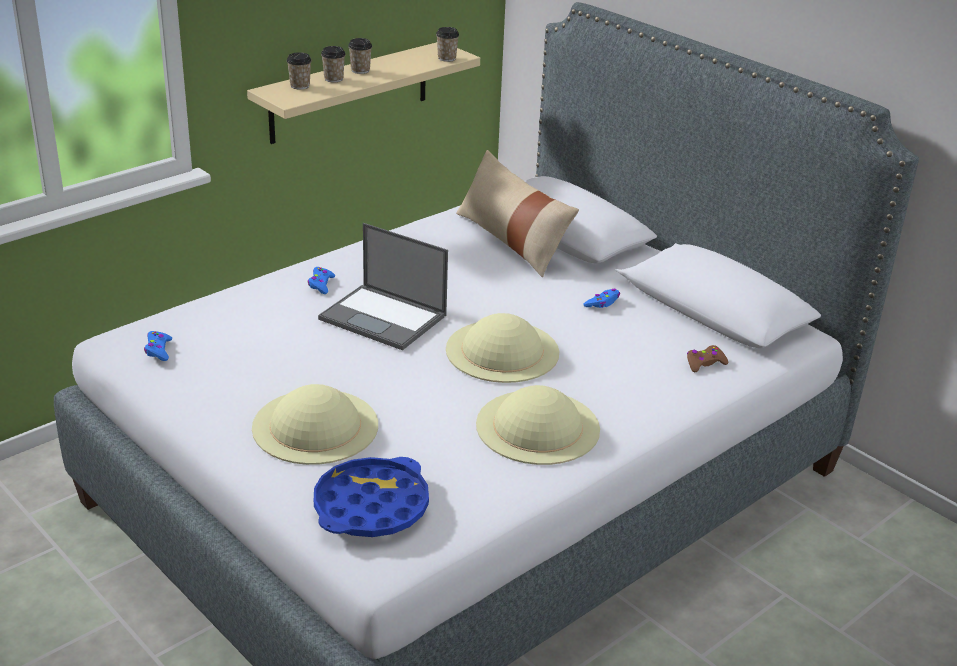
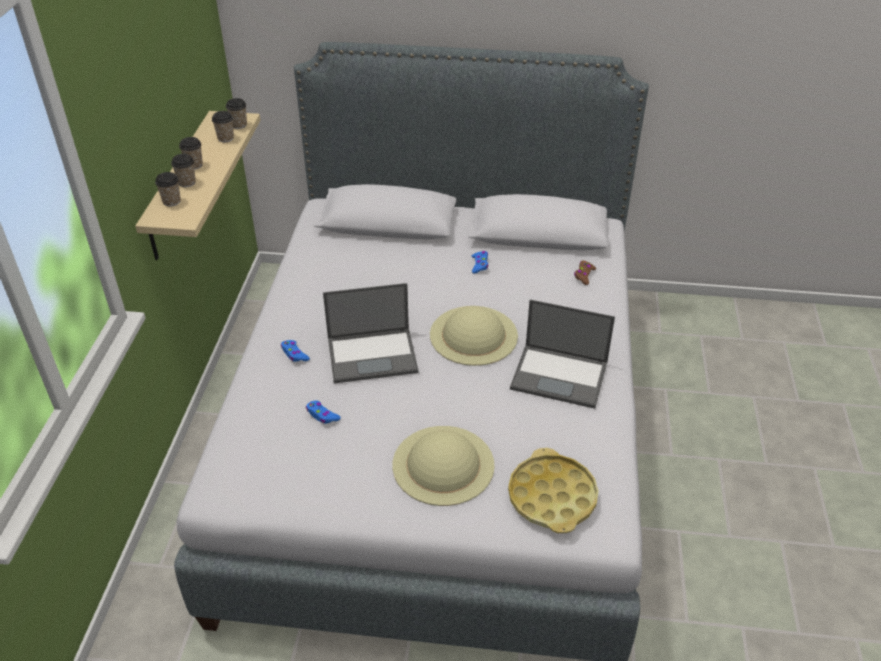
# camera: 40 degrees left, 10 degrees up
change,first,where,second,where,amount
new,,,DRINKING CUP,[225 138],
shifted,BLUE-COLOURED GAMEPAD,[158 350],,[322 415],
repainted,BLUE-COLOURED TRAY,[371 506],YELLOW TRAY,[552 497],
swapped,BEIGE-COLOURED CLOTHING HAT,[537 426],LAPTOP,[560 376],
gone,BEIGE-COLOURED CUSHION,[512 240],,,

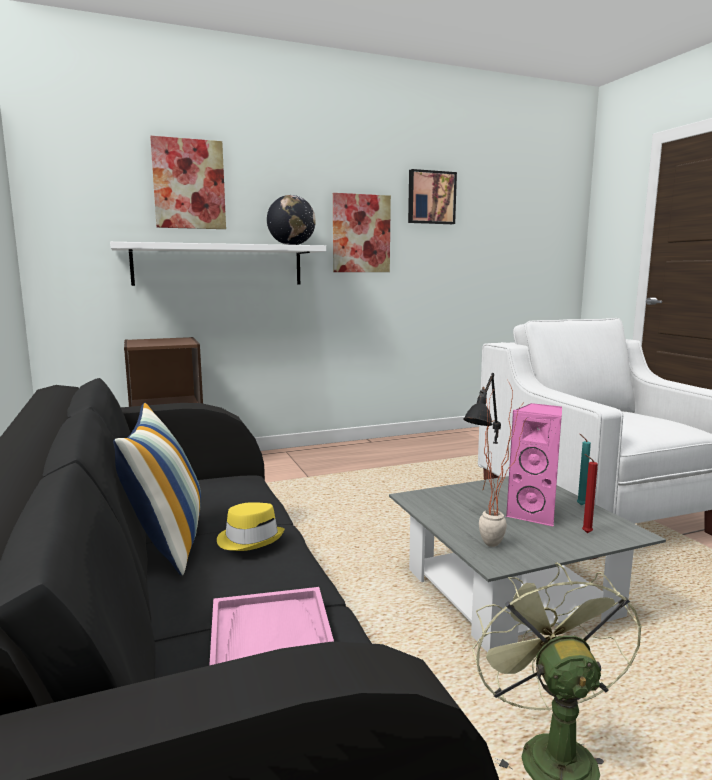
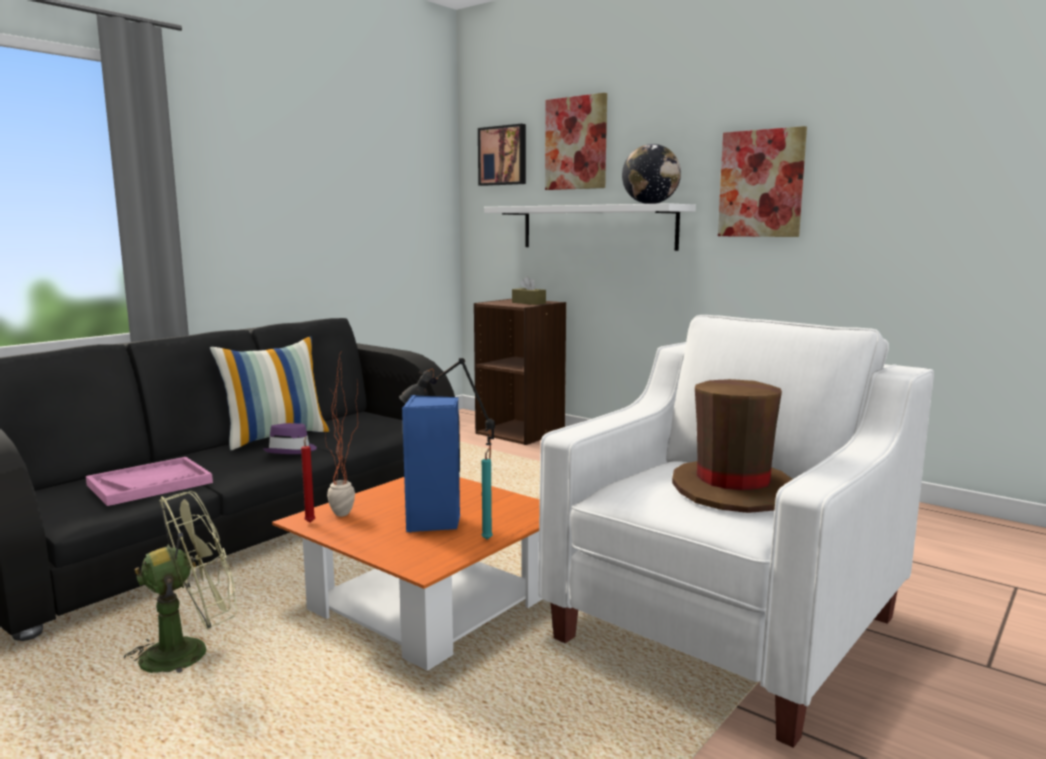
# camera: 60 degrees right, 0 degrees up
change,first,where,second,where,amount
repainted,YELLOW CLOTHING HAT,[250 539],PURPLE CLOTHING HAT,[291 450],
repainted,GRAY LOW TABLE,[509 593],ORANGE-COLOURED LOW TABLE,[429 604],
shifted,REDDISH WAX LIGHT,[585 532],,[310 522],
repainted,PINK LOUDSPEAKER,[534 514],BLUE-COLOURED LOUDSPEAKER,[433 522],
shifted,WALL PICTURE,[431 197],,[503 155],
new,,,BROWN-COLOURED TISSUE HOLDER,[528 303],
new,,,BROWN-COLOURED CLOTHING HAT,[733 489],

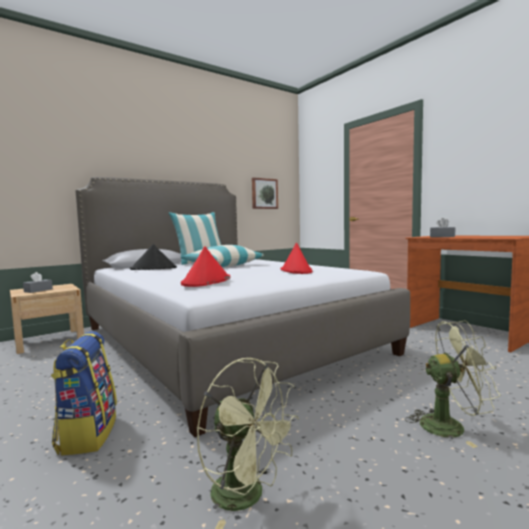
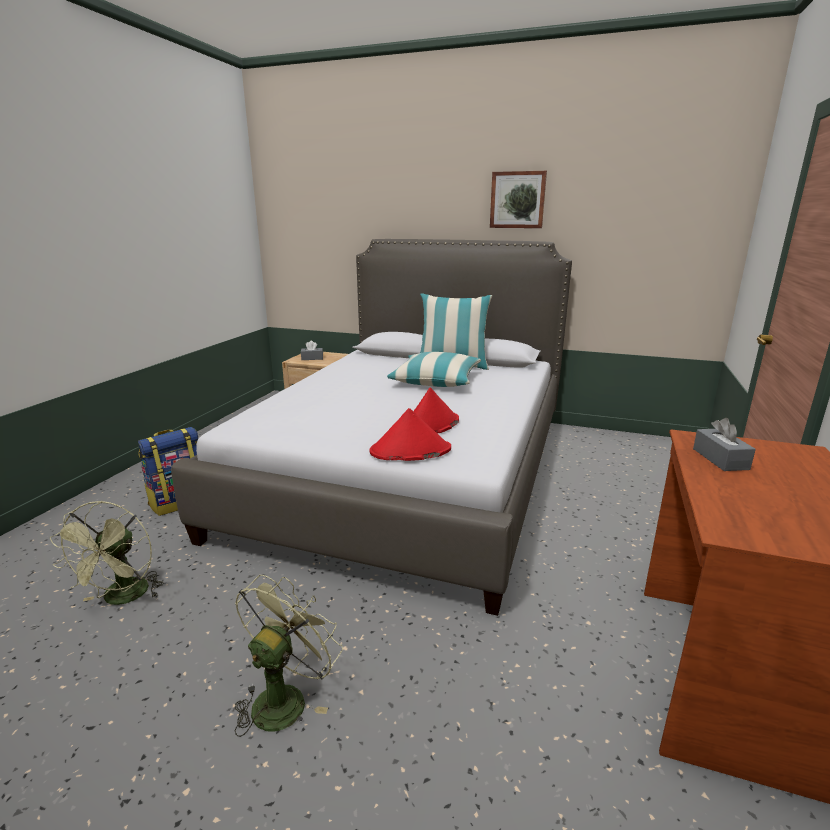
# camera: 55 degrees right, 15 degrees up
change,first,where,second,where,amount
rotated,GREEN-COLOURED FAN,[450 426],,[285 697],120 degrees counterclockwise
shifted,REDDISH CLOTHING HAT,[206 281],,[410 451],
shifted,WALL PICTURE,[264 193],,[517 200],
gone,BLACKISH CLOTHING HAT,[153 269],,,

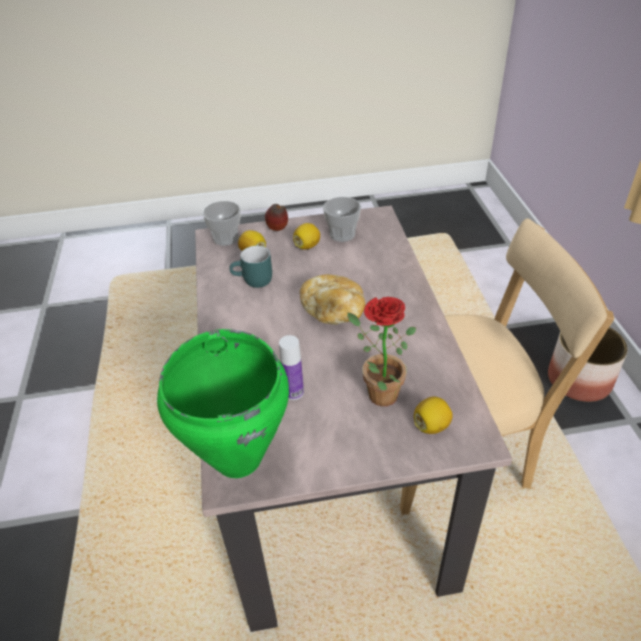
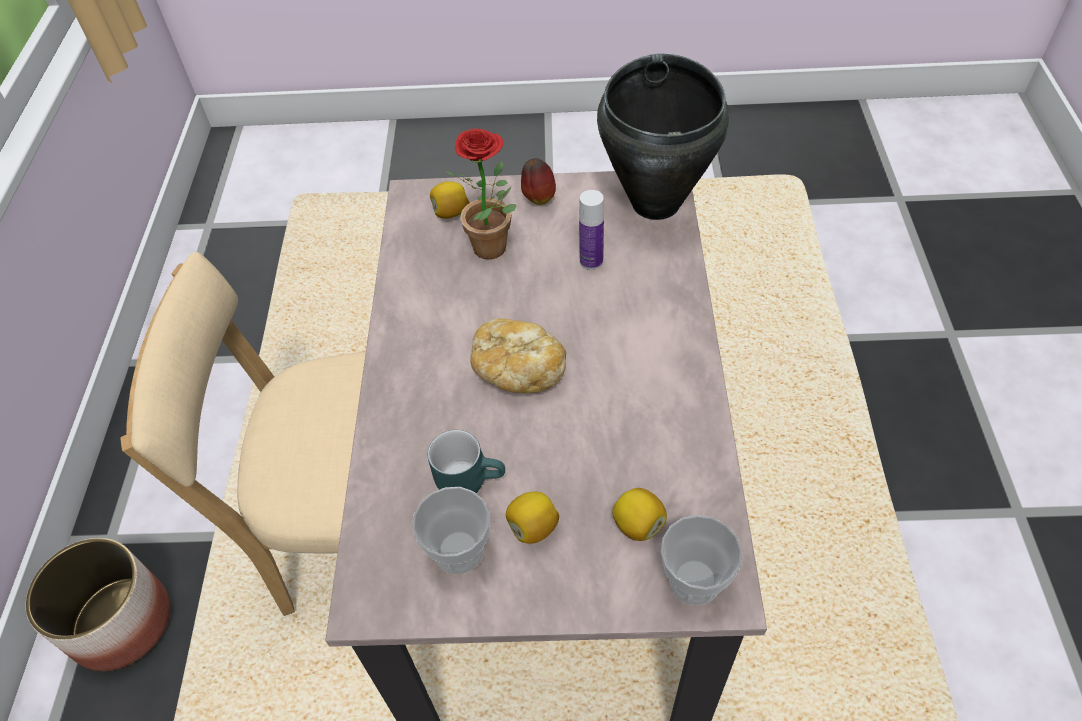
# camera: 170 degrees left, 10 degrees up
change,first,where,second,where,amount
shifted,BLUE-GREEN COFFEE MUG,[253 281],,[469 478],
shifted,WHOLE APPLE,[278 230],,[538 198],
repainted,GREEN-COLOURED COOKING POT,[237 459],BLACKISH COOKING POT,[656 202],

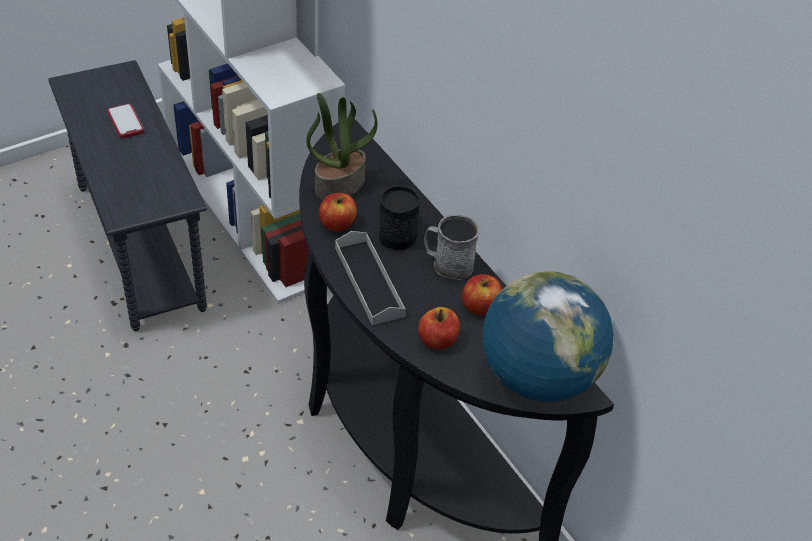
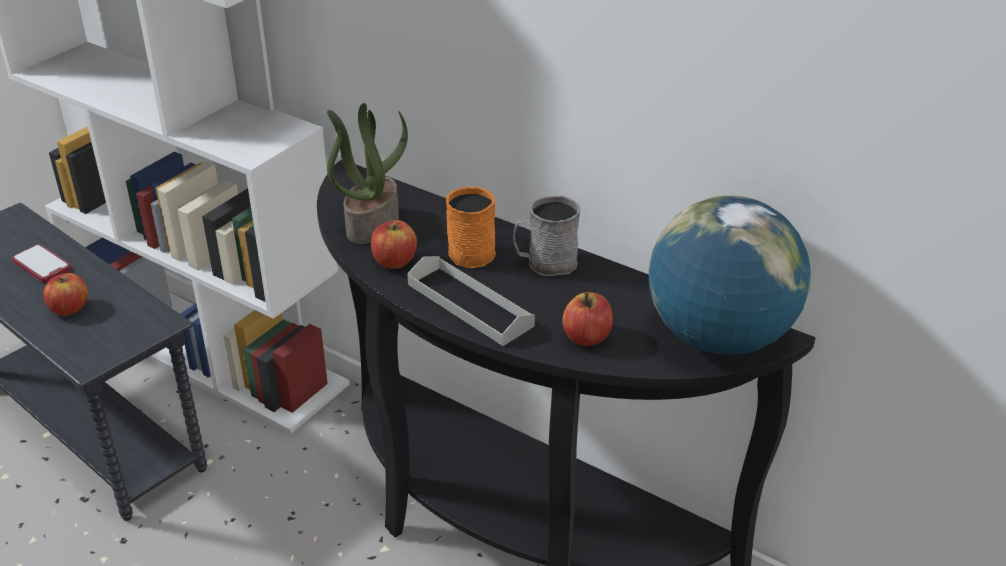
# camera: 20 degrees left, 10 degrees down
change,first,where,second,where,amount
shifted,WHOLE APPLE,[479 306],,[69 308],
repainted,BLACKISH COFFEE MUG,[398 232],ORANGE-COLOURED COFFEE MUG,[469 250],

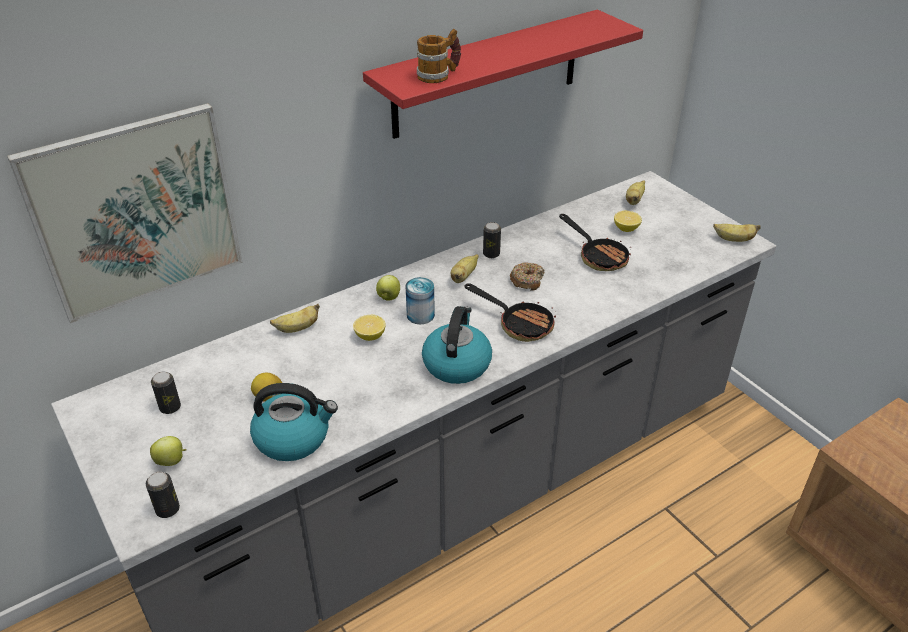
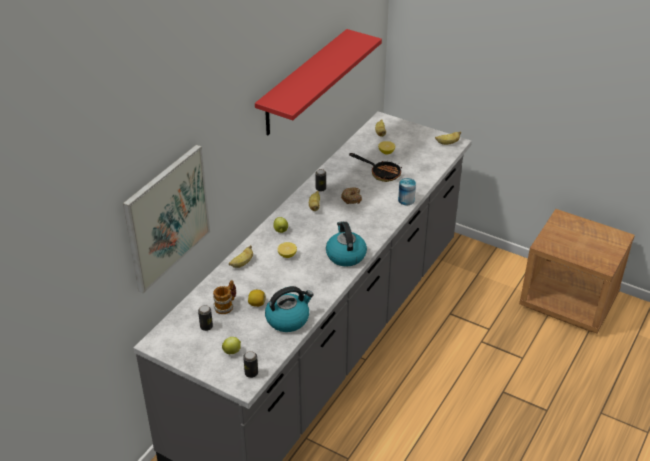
# camera: 25 degrees left, 0 degrees up
change,first,where,second,where,amount
shifted,COFFEE MUG,[439 75],,[226 305],
shifted,SEALED CAN,[420 315],,[406 200],
gone,SKILLET,[519 324],,,

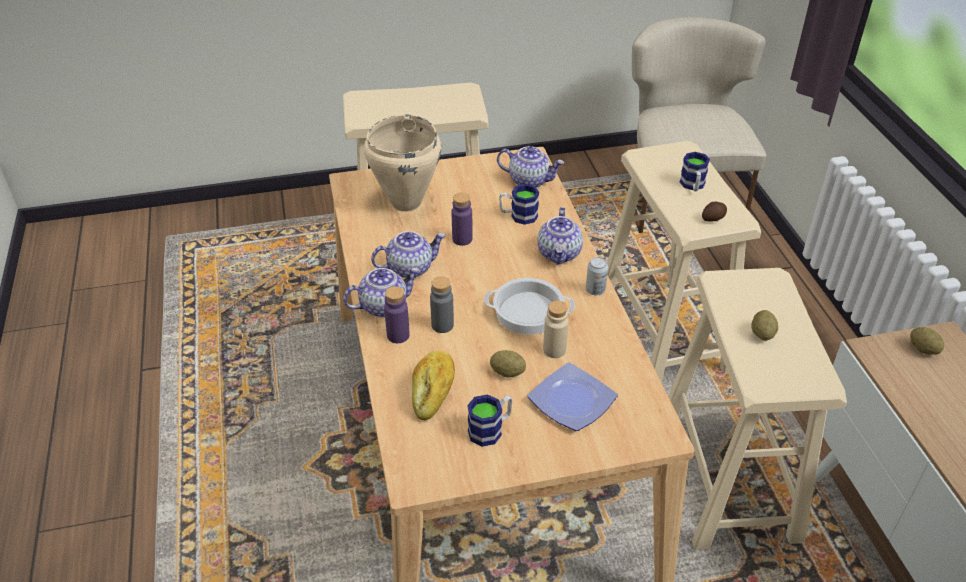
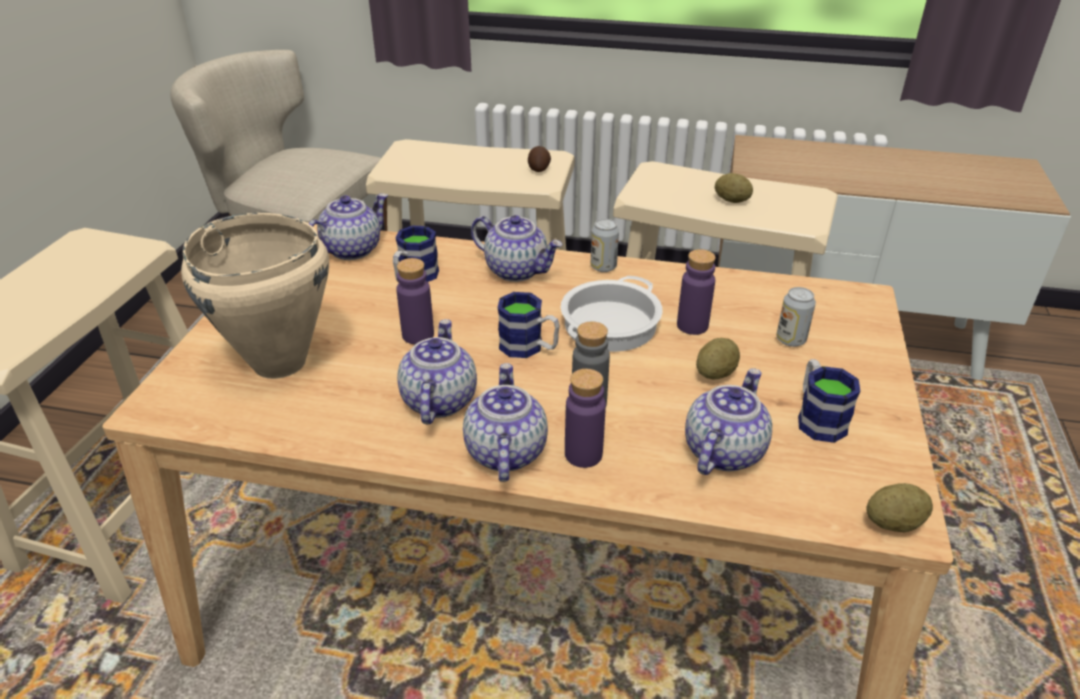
# camera: 65 degrees left, 5 degrees down
change,first,where,second,where,amount
shifted,COFFEE MUG,[693 186],,[529 348],
repainted,BEIGE-COLOURED BEVERAGE BOTTLE,[554 350],PURPLE BEVERAGE BOTTLE,[692 325],
swapped,BAKERY BREAD,[433 391],POT FOR TEA,[722 451],
swapped,DINNER PLATE,[572 402],SEALED CAN,[790 340],
shifted,WHOLE POTATO,[923 349],,[893 523],

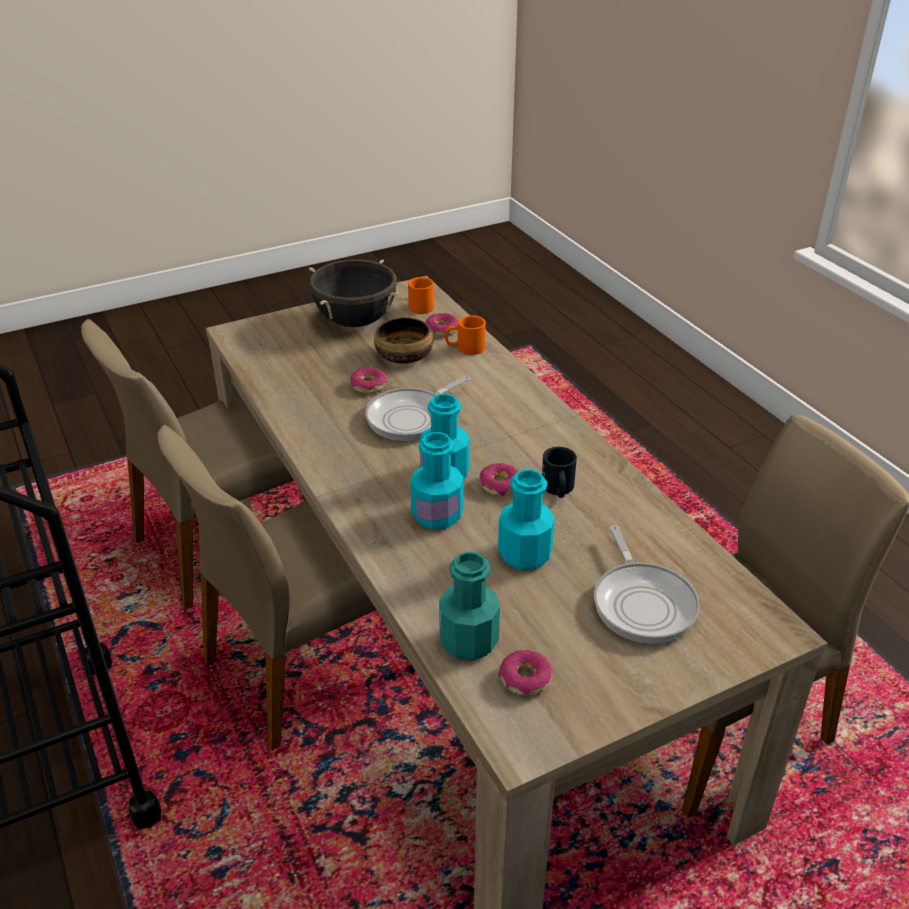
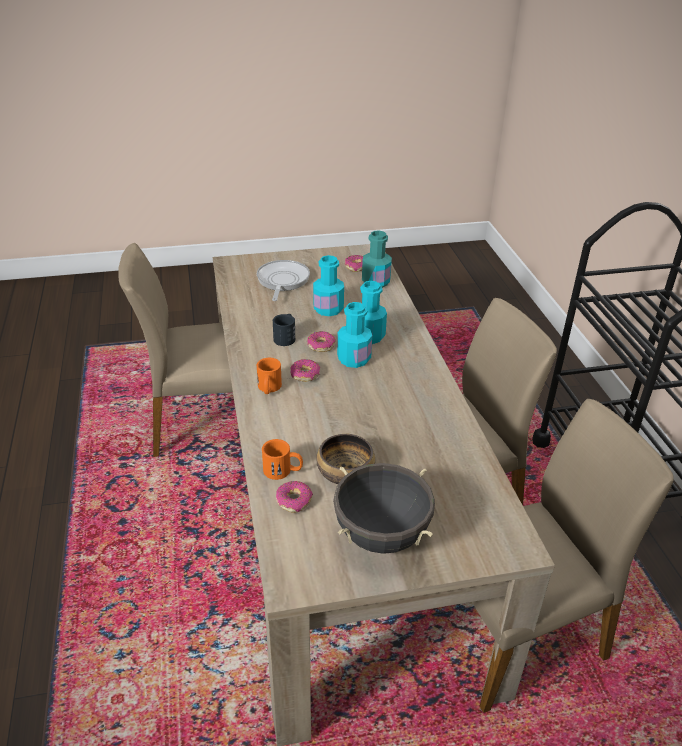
# camera: 165 degrees left, 0 degrees up
change,first,where,second,where,amount
shifted,ORANGE-COLOURED COFFEE MUG,[420 305],,[269 388],
shifted,DONUT,[368 386],,[305 375],
gone,SKILLET,[412 417],,,

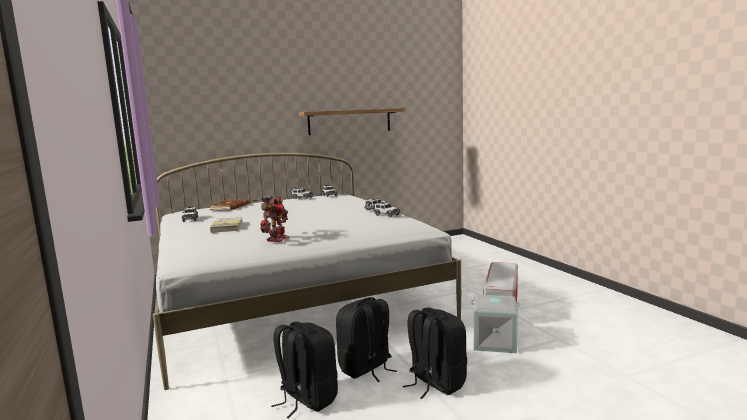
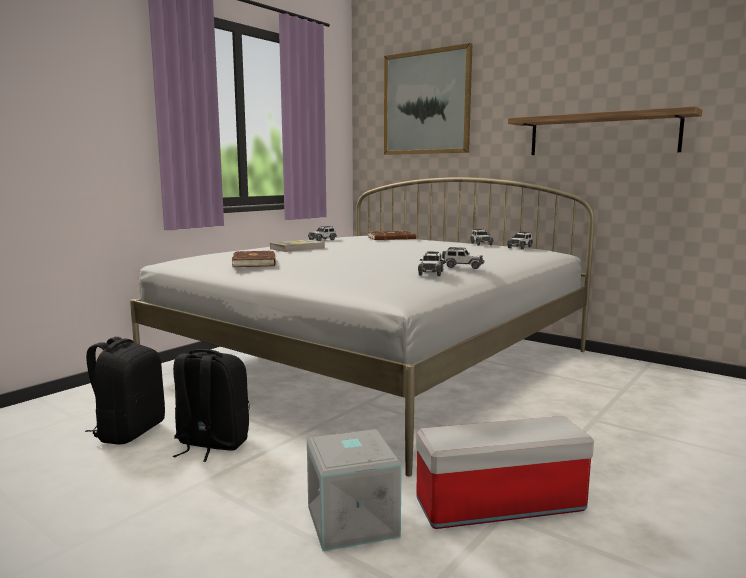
# camera: 60 degrees right, 0 degrees up
change,first,where,second,where,amount
swapped,ROBOT FIGURE,[276 239],BROWN-COLOURED BOUND BOOK,[255 262],
new,,,WALL PICTURE,[426 103],
gone,BLACKISH RUCKSACK,[435 383],,,

